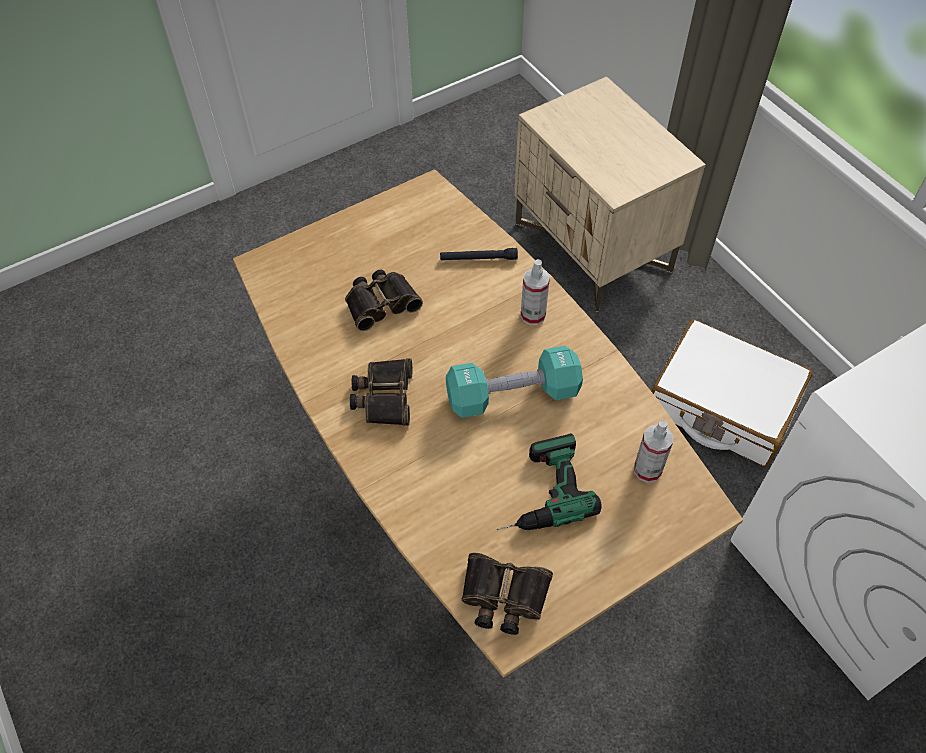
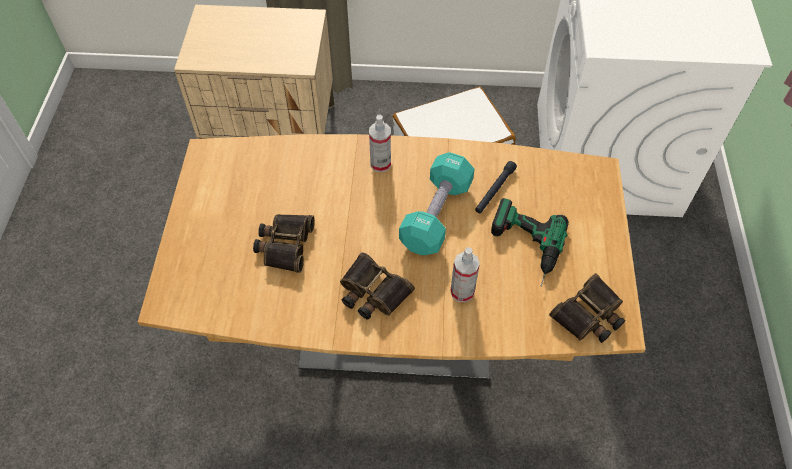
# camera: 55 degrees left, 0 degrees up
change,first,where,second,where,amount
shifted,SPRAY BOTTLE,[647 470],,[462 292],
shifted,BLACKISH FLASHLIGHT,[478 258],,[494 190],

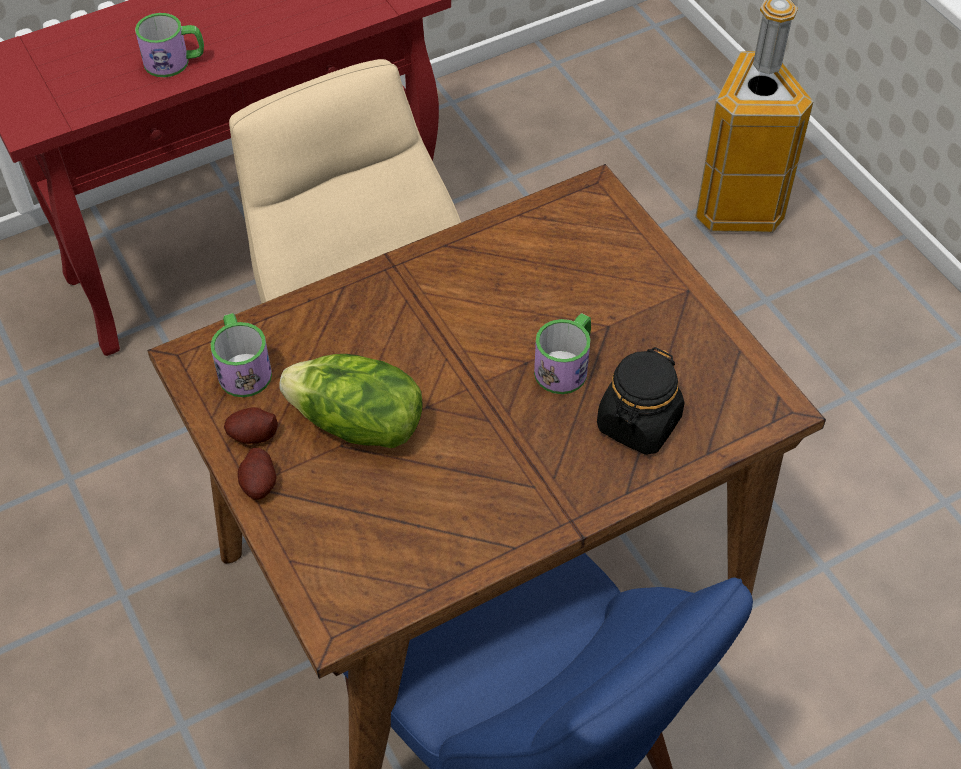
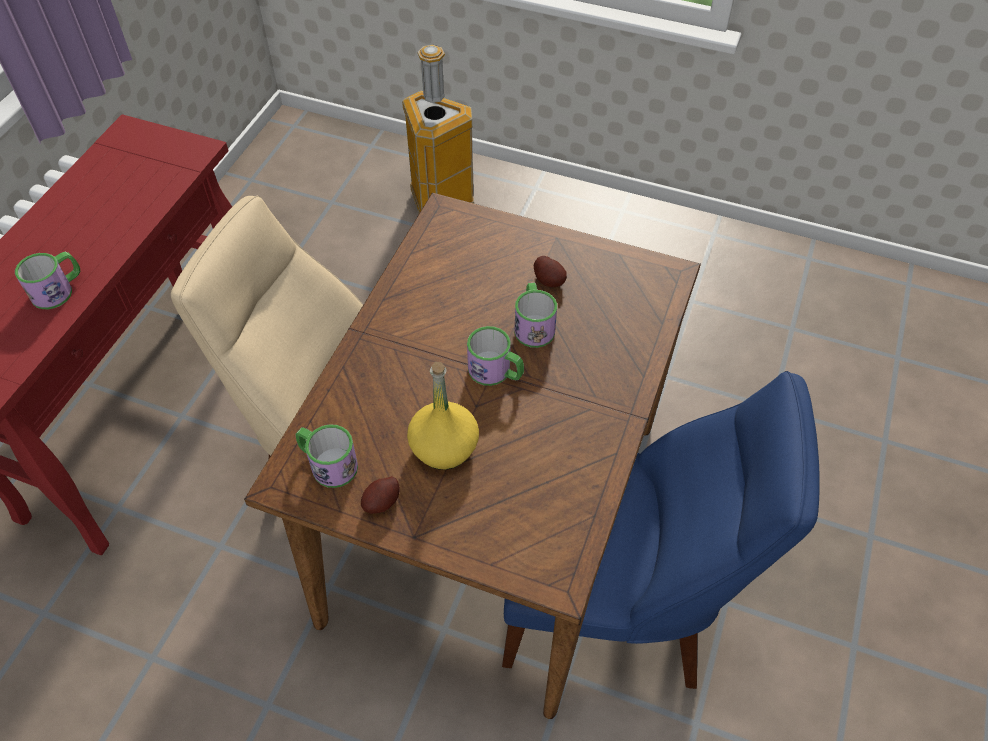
# camera: 40 degrees left, 0 degrees up
change,first,where,second,where,amount
swapped,LETTUCE,[357 425],YELLOW BEVERAGE BOTTLE,[444 447],
new,,,COFFEE MUG,[496 372],
shifted,WHOLE POTATO,[259 484],,[549 280],
gone,BLACKISH JAR,[638 424],,,

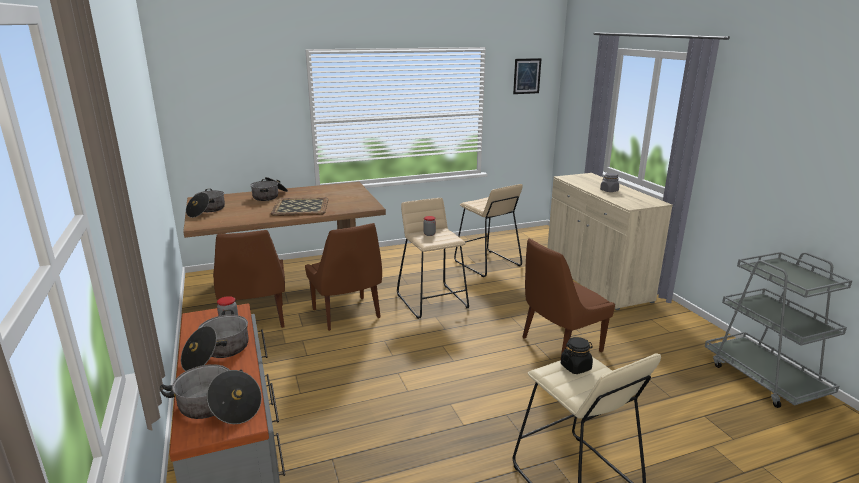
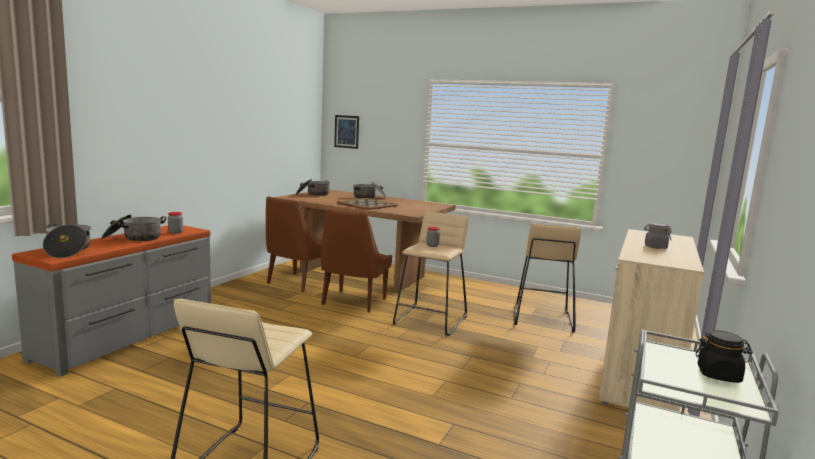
# camera: 45 degrees right, 10 degrees down
change,first,where,second,where,amount
shifted,WALL PICTURE,[527 76],,[346 131],
shifted,BLACKISH JAR,[576 367],,[719 375],
gone,BROWN-COLOURED CHAIR,[559 345],,,

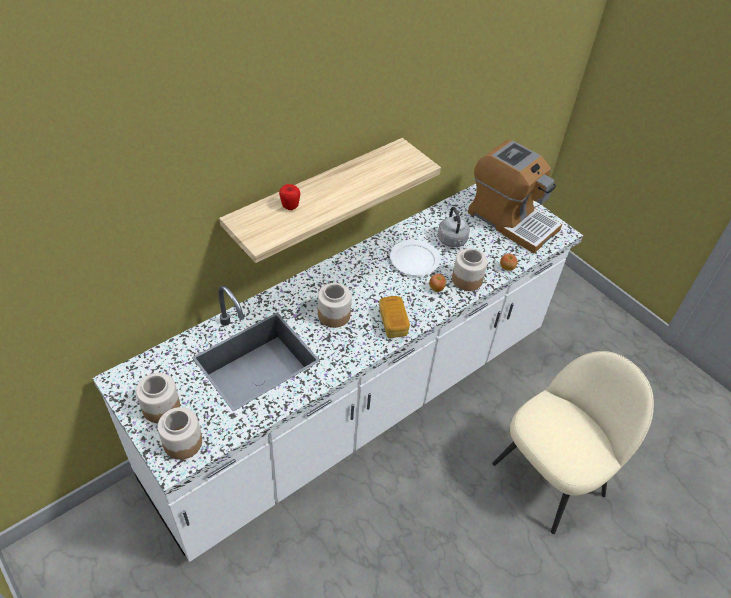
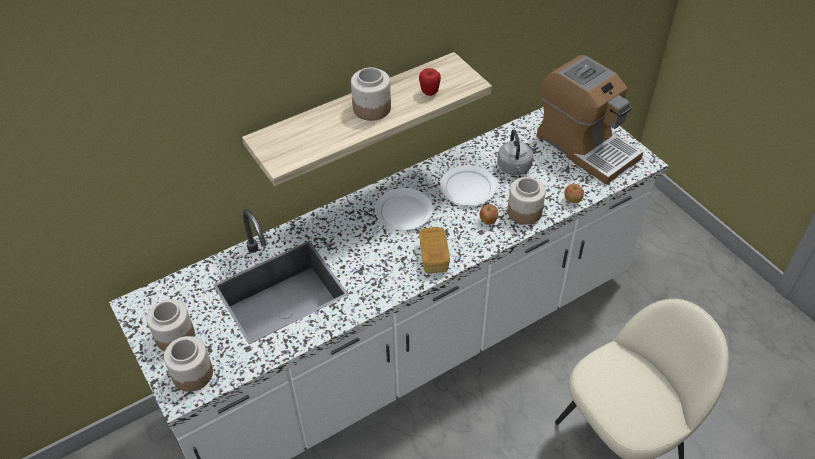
# camera: 10 degrees right, 0 degrees up
change,first,where,second,where,amount
shifted,JAR,[334 315],,[372 108],
new,,,WHITE DINNER PLATE,[403 211],
shifted,WHOLE APPLE,[290 206],,[429 92],

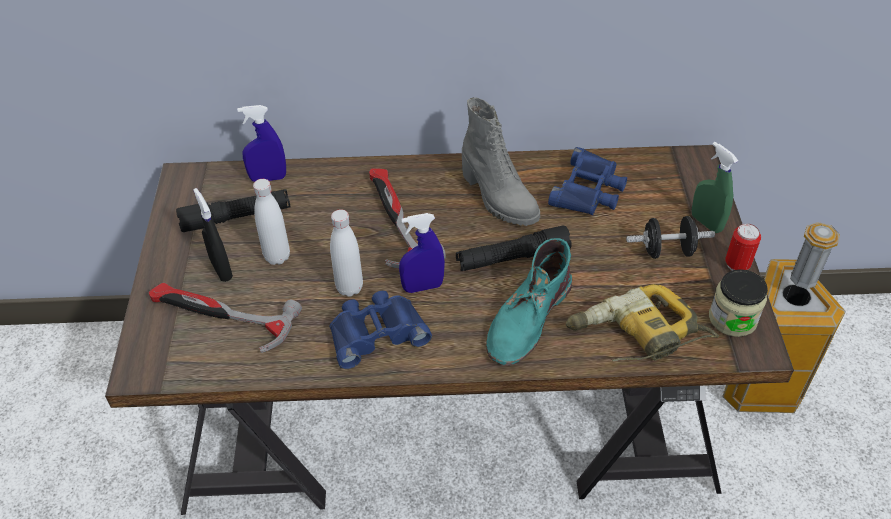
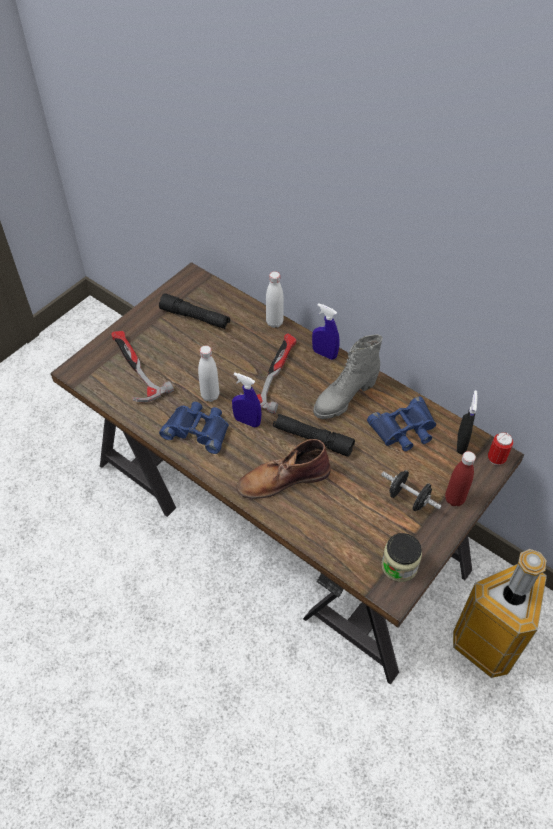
# camera: 40 degrees right, 5 degrees up
change,first,where,second,where,amount
repainted,BLUE-GREEN BOOT,[528 318],BROWN-COLOURED BOOT,[282 479],
shifted,WHITE BEVERAGE BOTTLE,[277 257],,[274 322],
shifted,BLUE-COLOURED SPRAY BOTTLE,[268 178],,[324 354],
rotated,GRAY BOOT,[497 198],,[344 398],45 degrees clockwise
swapped,GREEN-COLOURED SPRAY BOTTLE,[706 223],REDDISH BEVERAGE BOTTLE,[454 499],
shifted,BLACKISH SPRAY BOTTLE,[221 270],,[461 444],
shifted,SEALED CAN,[737 265],,[496 459],
gone,ELECTRIC DRILL,[637 337],,,

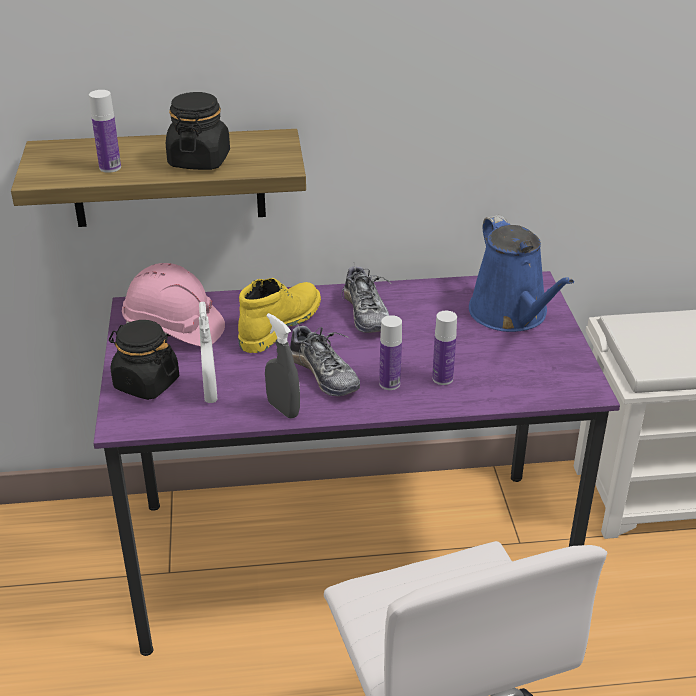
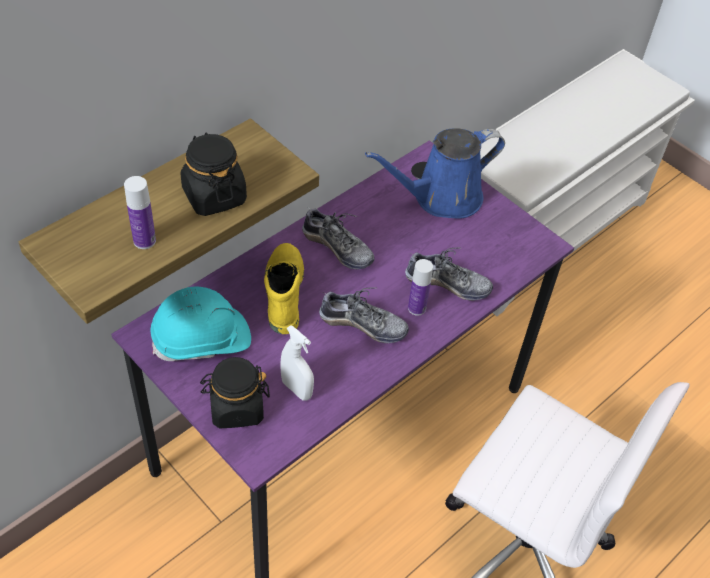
# camera: 40 degrees left, 15 degrees up
change,first,where,second,where,amount
repainted,PINK HARD HAT,[174 328],BLUE-GREEN HARD HAT,[202 340],
rotated,BLUE-COLOURED WATERING CAN,[511 315],,[441 198],120 degrees clockwise
swapped,BEVERAGE BOTTLE,[442 378],ITEM OF FOOTWEAR,[447 284],
gone,GRAY SPRAY BOTTLE,[283 409],,,

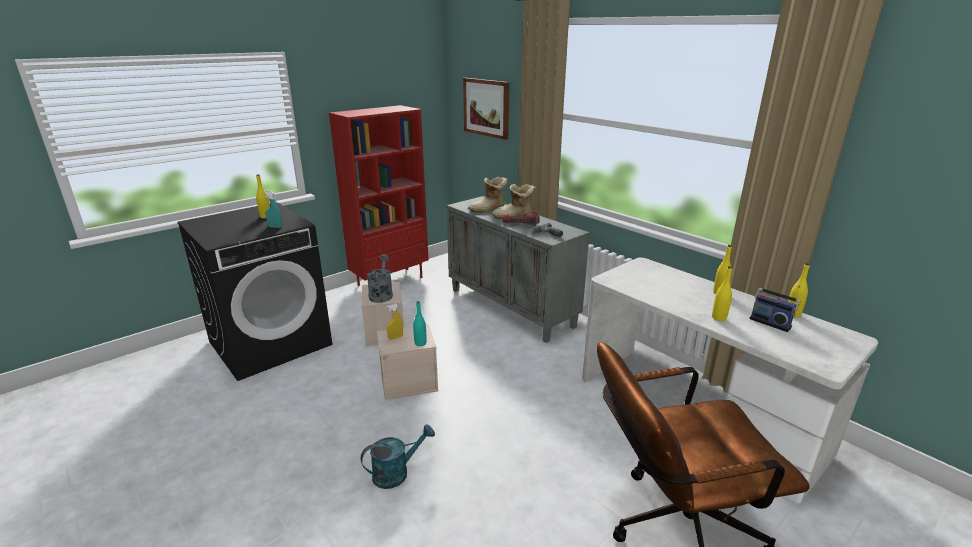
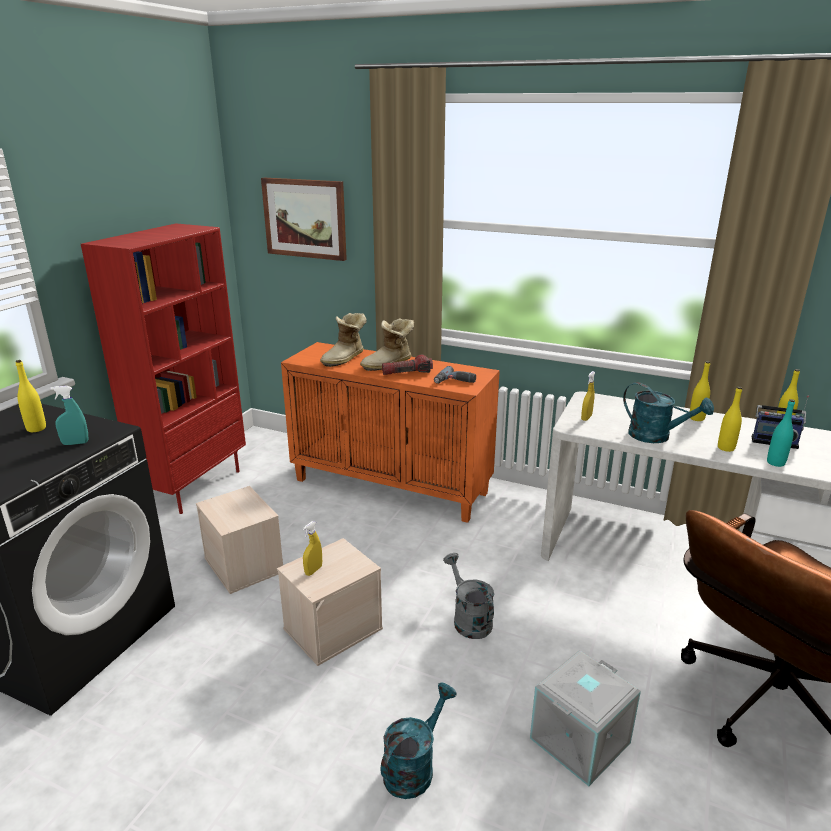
# camera: 25 degrees left, 0 degrees up
change,first,where,second,where,amount
repainted,GRAY STORAGE CABINET,[512 307],ORANGE-COLOURED STORAGE CABINET,[392 486],
shifted,GRAY WATERING CAN,[381 294],,[468 619],
new,,,GRAY STORAGE BOX,[581 742],
new,,,YELLOW SPRAY BOTTLE,[586 418],
new,,,BLUE-GREEN WATERING CAN,[656 437],
shifted,BLUE-GREEN BEVERAGE BOTTLE,[420 343],,[775 463],

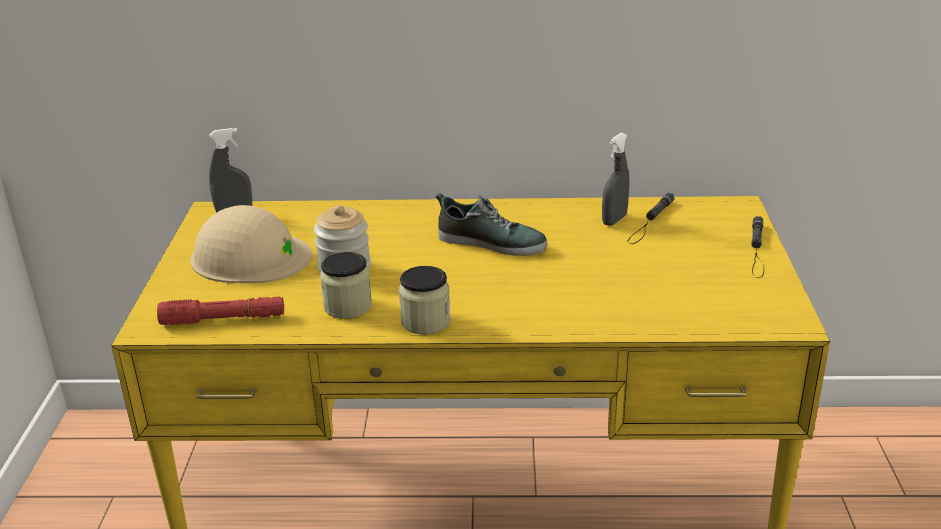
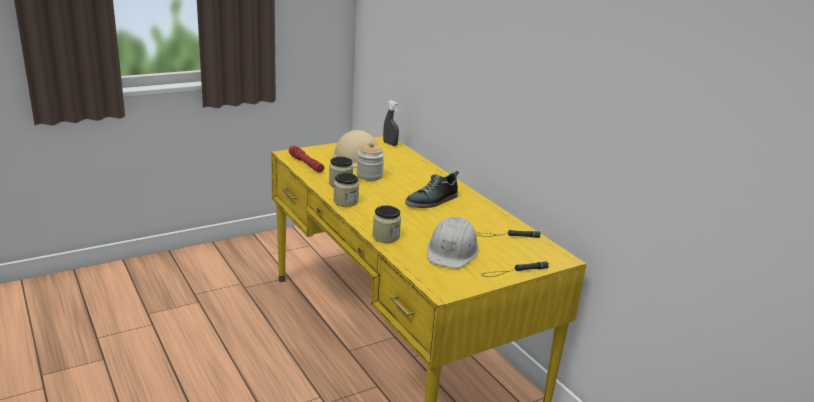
# camera: 55 degrees right, 5 degrees down
change,first,where,second,where,amount
new,,,JAR,[386 236],
rotated,ITEM OF FOOTWEAR,[492 242],,[432 200],60 degrees clockwise
new,,,WHITE HARD HAT,[452 251],
gone,GRAY SPRAY BOTTLE,[614 220],,,

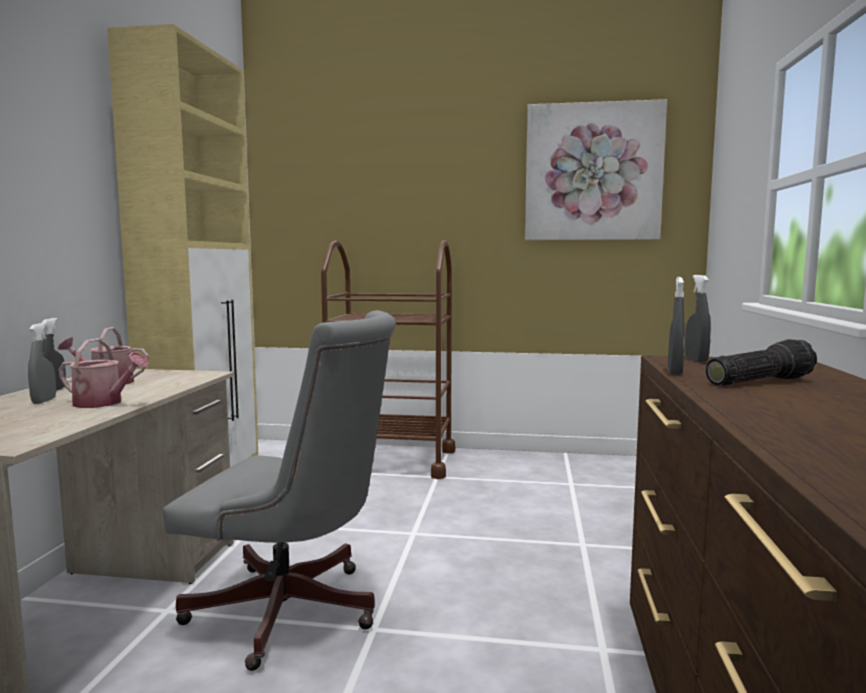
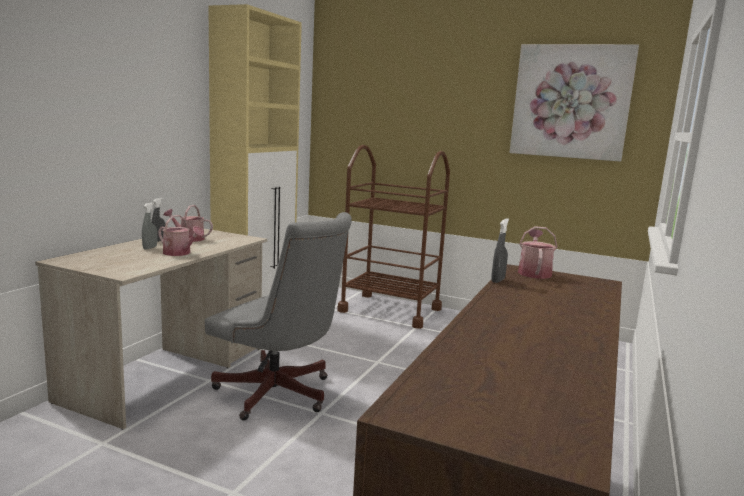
# camera: 15 degrees right, 5 degrees up
change,first,where,second,where,amount
swapped,GRAY SPRAY BOTTLE,[696 360],WATERING CAN,[534 272],
gone,FLASHLIGHT,[757 381],,,

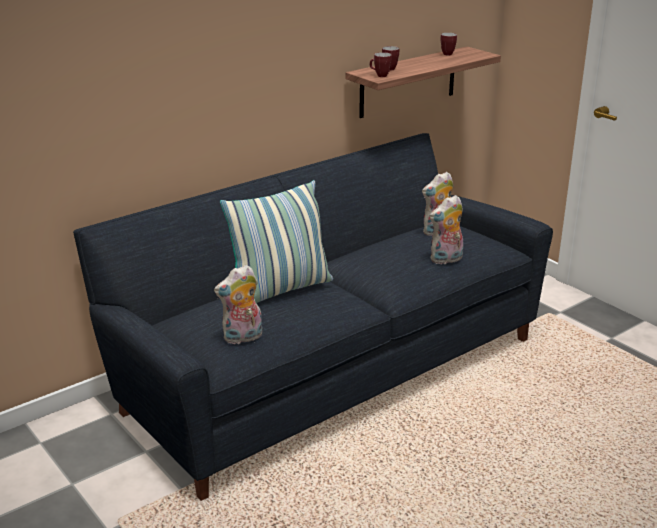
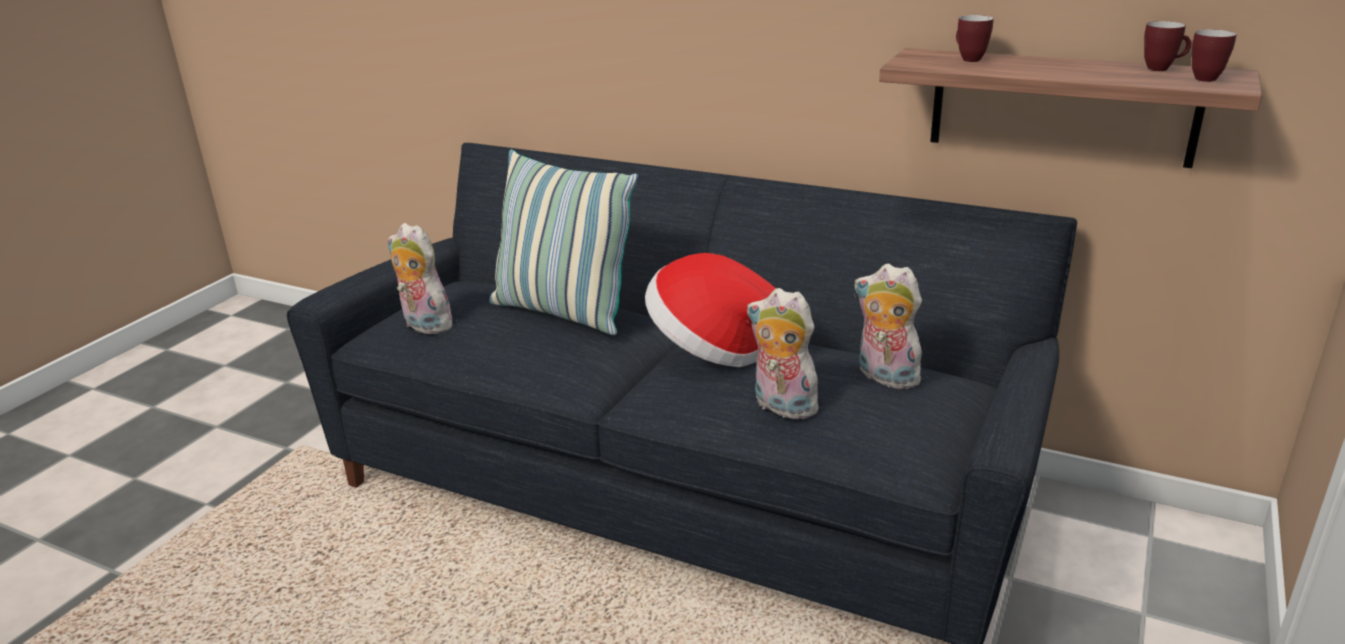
# camera: 65 degrees right, 0 degrees up
change,first,where,second,where,amount
new,,,CLOTHING HAT,[714 348],
shifted,COFFEE MUG,[379 76],,[1202 78],

